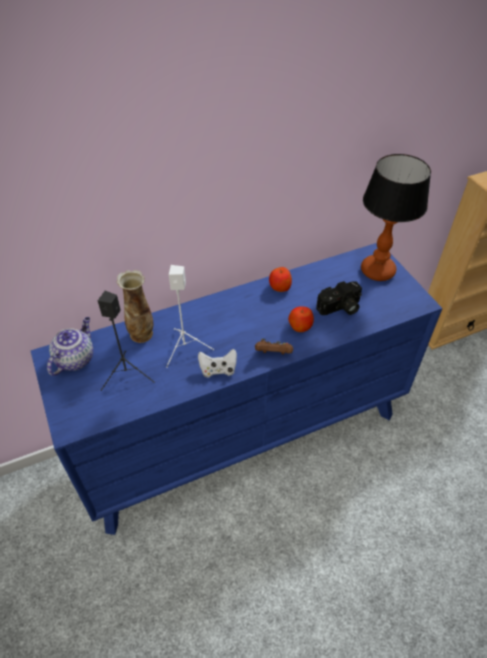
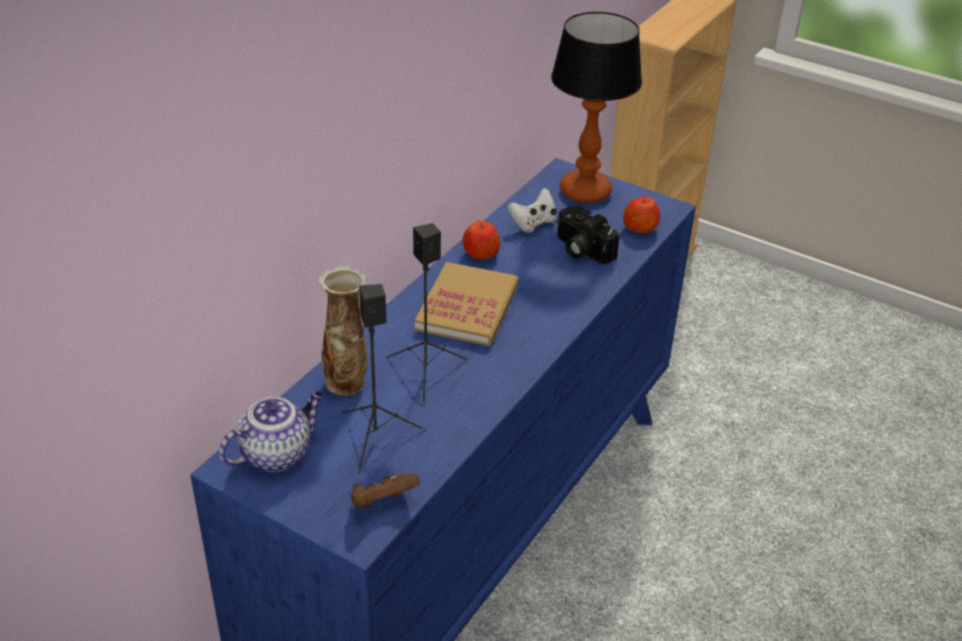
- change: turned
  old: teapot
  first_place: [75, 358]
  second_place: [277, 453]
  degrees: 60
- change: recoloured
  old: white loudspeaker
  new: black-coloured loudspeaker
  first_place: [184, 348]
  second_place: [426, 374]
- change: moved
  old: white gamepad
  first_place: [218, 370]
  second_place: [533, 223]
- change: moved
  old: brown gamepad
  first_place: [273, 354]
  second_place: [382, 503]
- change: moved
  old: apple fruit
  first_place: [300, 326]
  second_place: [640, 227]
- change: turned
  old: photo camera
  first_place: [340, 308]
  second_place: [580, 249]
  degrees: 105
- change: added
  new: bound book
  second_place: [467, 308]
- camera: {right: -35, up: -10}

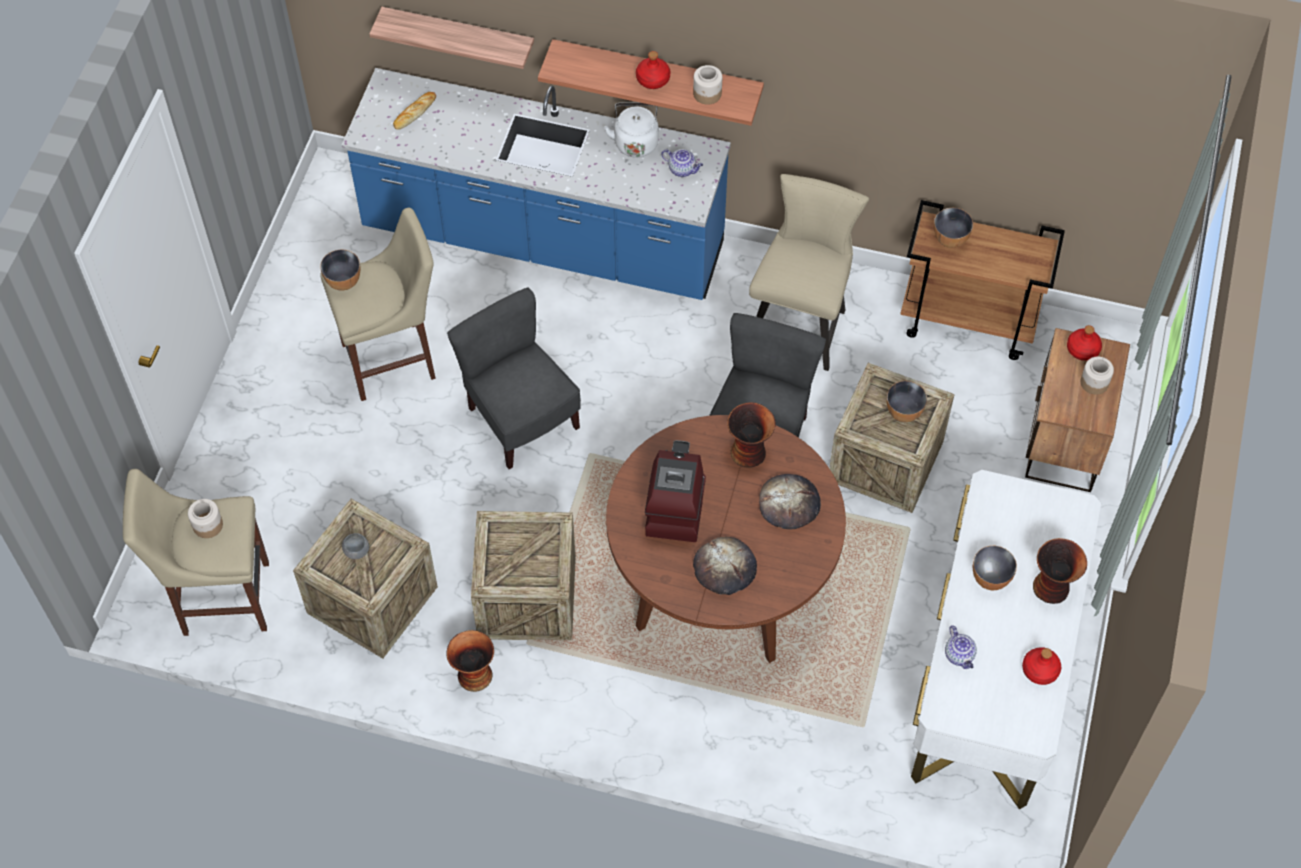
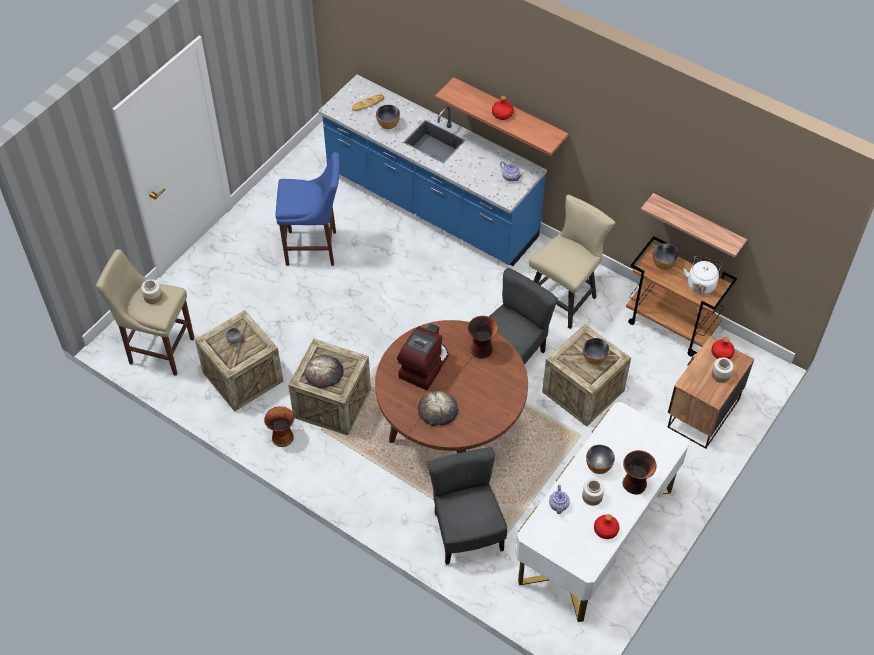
- change: recoloured
  old: beige stool
  new: bluish stool
  first_place: [394, 360]
  second_place: [314, 248]
- change: moved
  old: deep dish
  first_place: [343, 281]
  second_place: [388, 124]
- change: moved
  old: wall shelf
  first_place: [459, 36]
  second_place: [697, 225]
- change: moved
  old: greyish upright chair
  first_place: [521, 419]
  second_place: [467, 532]
- change: moved
  old: white tea kettle
  first_place: [635, 141]
  second_place: [701, 283]
- change: moved
  old: preserve jar
  first_place: [707, 94]
  second_place: [592, 497]
- change: moved
  old: baked bread
  first_place: [789, 503]
  second_place: [324, 373]
- camera: {right: 20, up: -5}

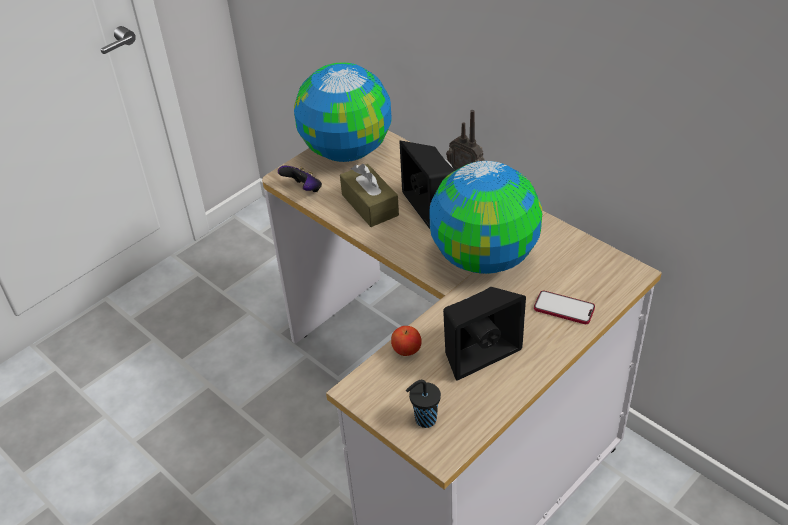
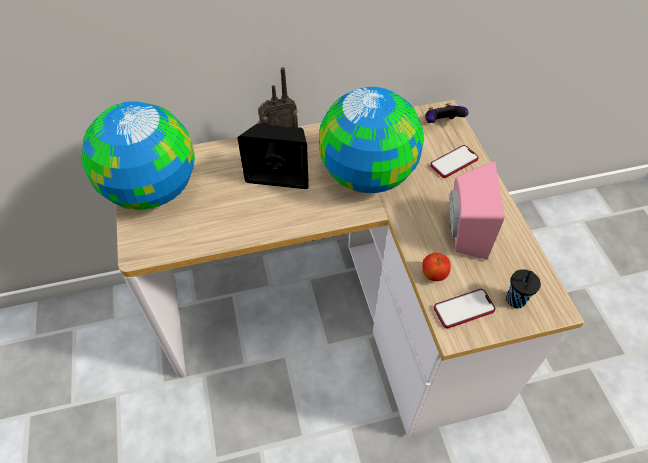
- change: moved
  old: gamepad
  first_place: [303, 190]
  second_place: [441, 124]
- change: removed
  old: brown tissue holder
  first_place: [370, 205]
- change: recoloured
  old: black-coloured loudspeaker
  new: pink loudspeaker
  first_place: [477, 351]
  second_place: [463, 231]
- change: added
  new: phone
  second_place: [463, 309]
- camera: {right: -60, up: 10}

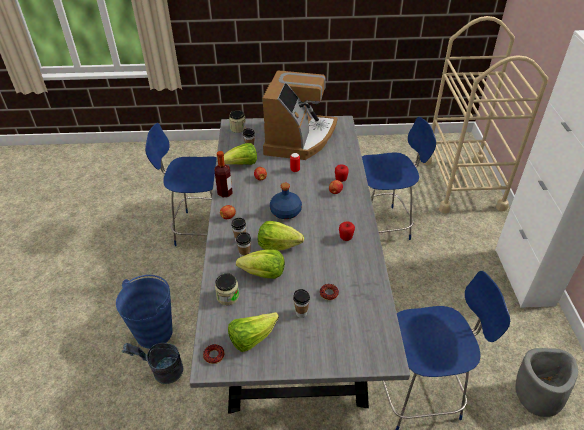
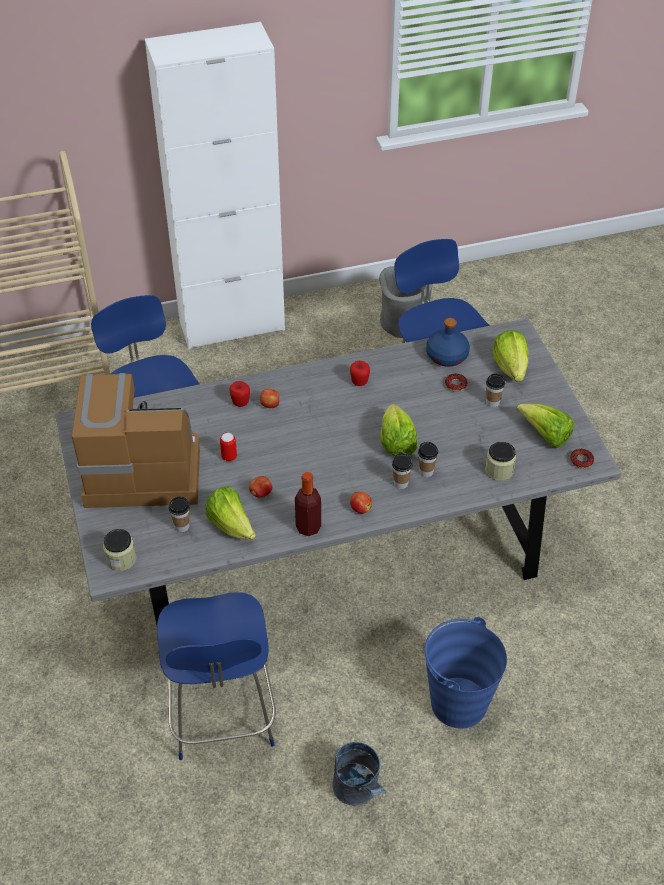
- change: moved
  old: greyish pail
  first_place: [162, 372]
  second_place: [359, 792]
- change: moved
  old: lettuce
  first_place: [263, 274]
  second_place: [511, 367]
- change: moved
  old: bluish beverage bottle
  first_place: [285, 211]
  second_place: [447, 356]
- camera: {right: -105, up: 5}

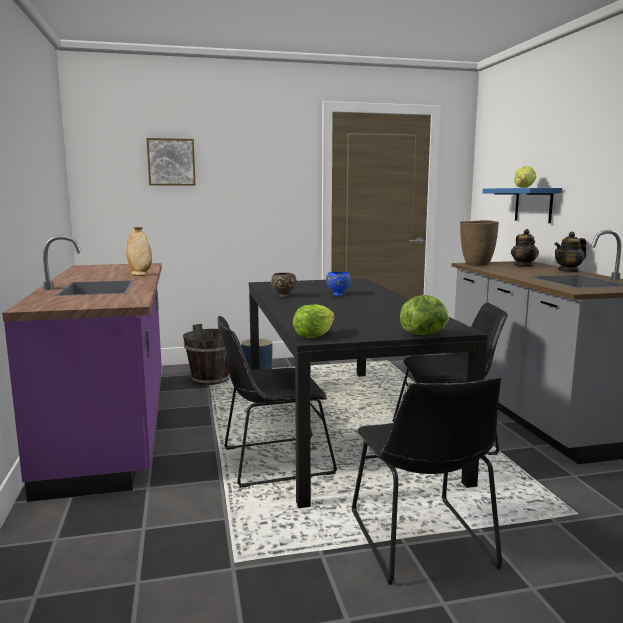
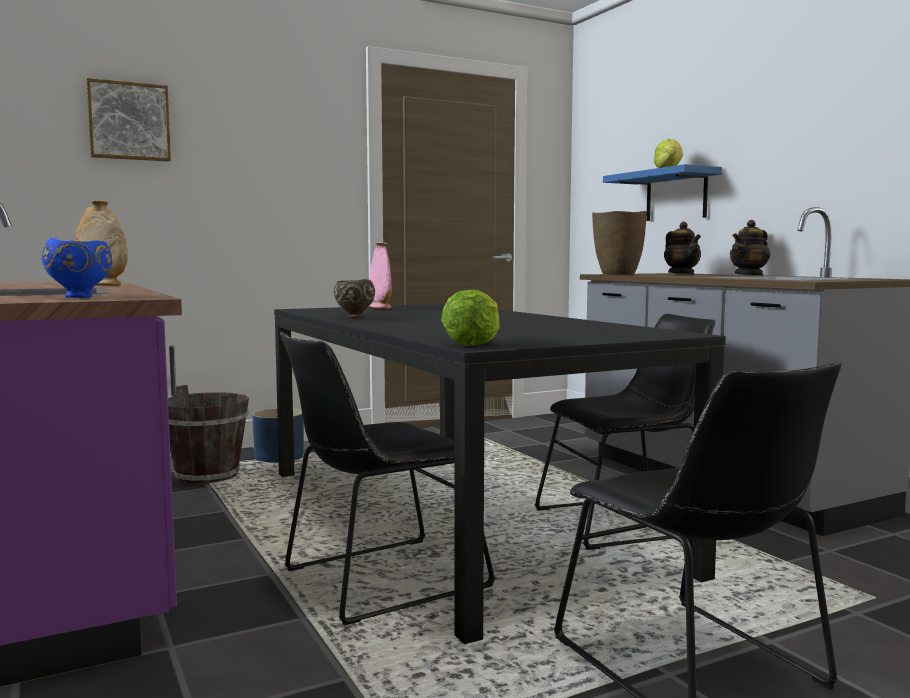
- change: moved
  old: bluish deep dish
  first_place: [338, 294]
  second_place: [80, 297]
- change: removed
  old: lettuce
  first_place: [425, 334]
- change: added
  new: pink decorative vase
  second_place: [380, 308]
- camera: {right: -15, up: -5}

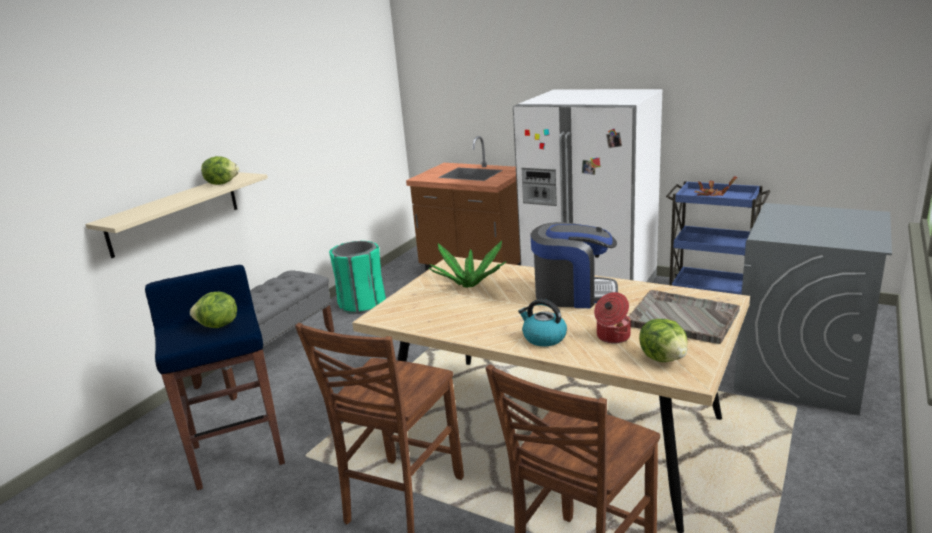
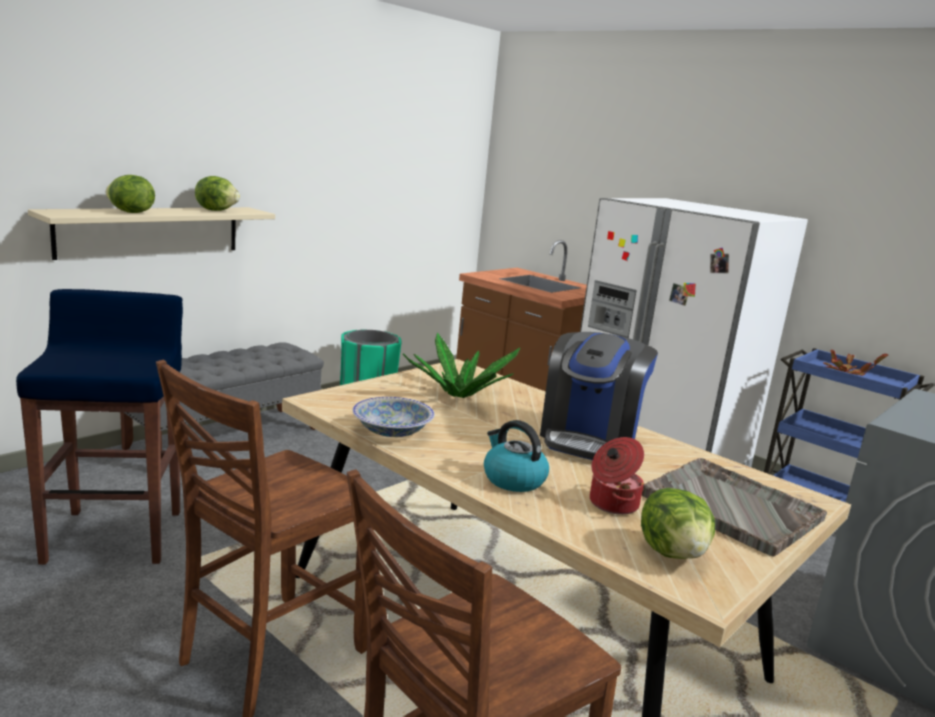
- change: moved
  old: lettuce
  first_place: [218, 326]
  second_place: [130, 212]
- change: turned
  old: coffee brewer
  first_place: [573, 294]
  second_place: [589, 438]
  degrees: 90
- change: added
  new: deep dish
  second_place: [392, 431]
- camera: {right: 10, up: -5}

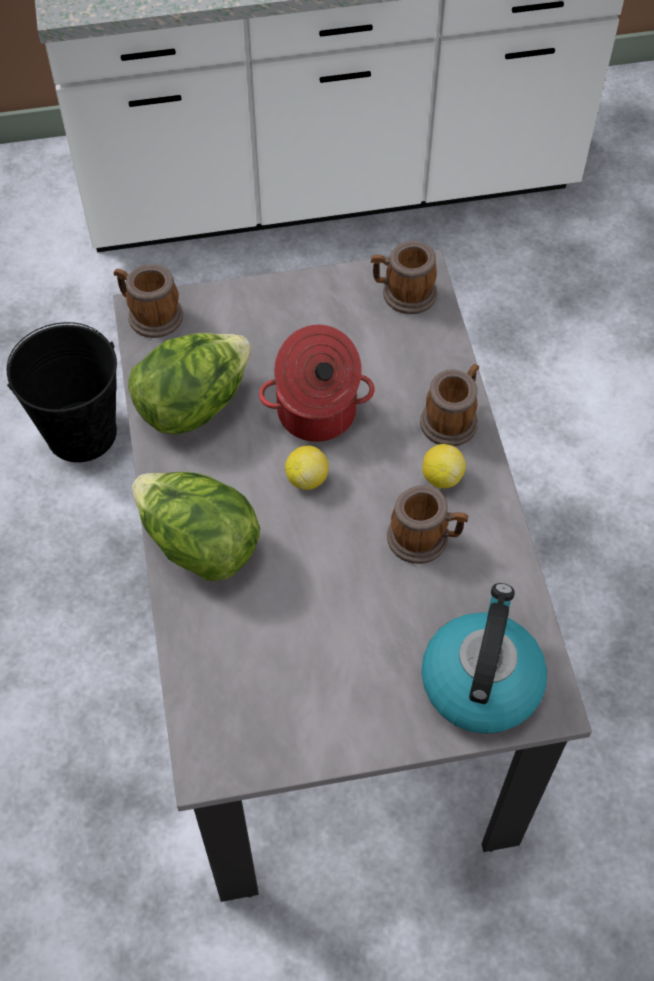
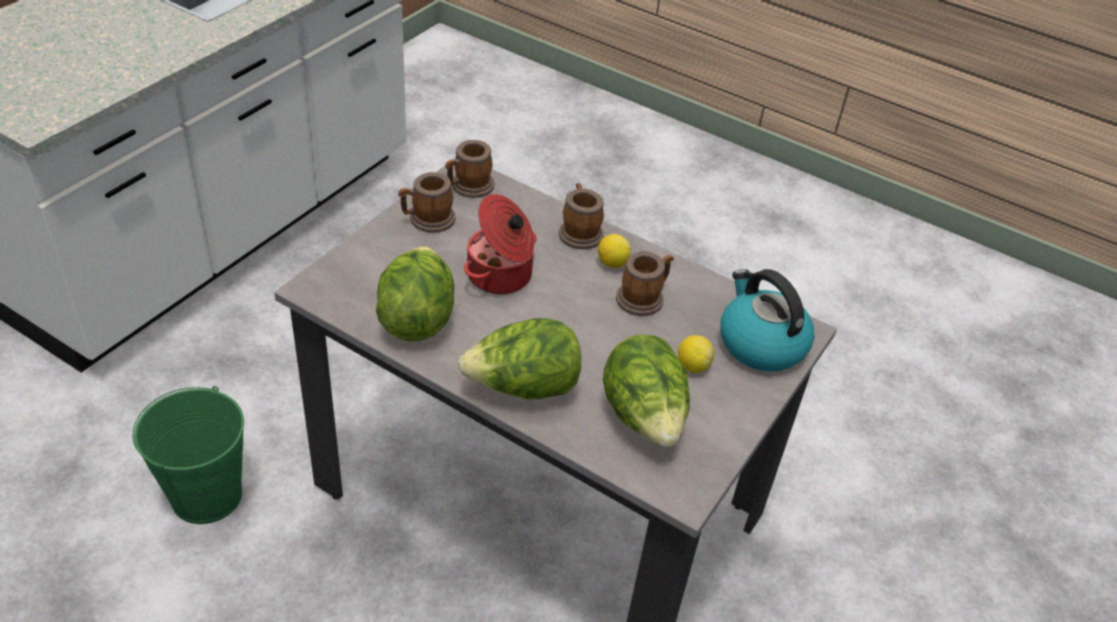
- change: recoloured
  old: black-coloured pail
  new: green pail
  first_place: [82, 433]
  second_place: [207, 495]
- change: moved
  old: coffee mug
  first_place: [150, 315]
  second_place: [427, 220]
- change: moved
  old: citrus fruit
  first_place: [307, 478]
  second_place: [692, 366]
- change: added
  new: lettuce
  second_place: [644, 417]
- camera: {right: -50, up: -15}

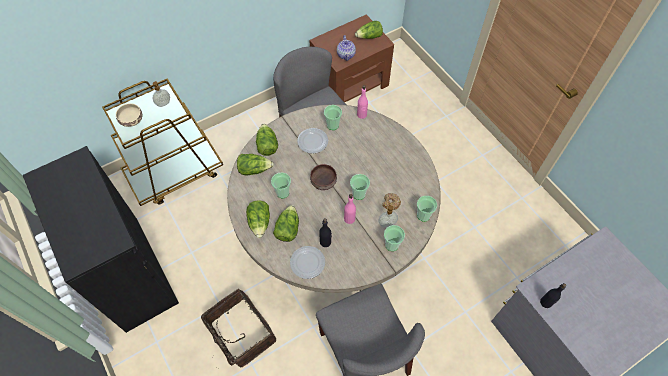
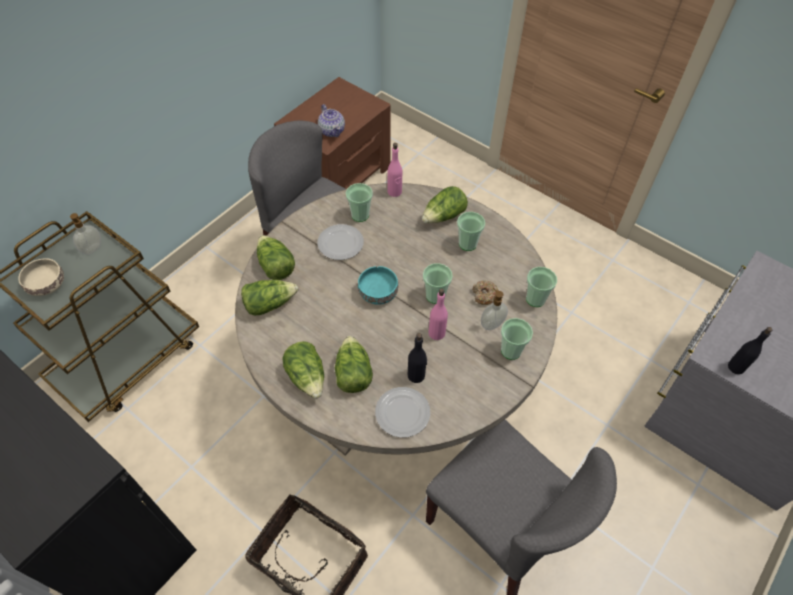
- change: moved
  old: cup
  first_place: [282, 192]
  second_place: [467, 244]
- change: recoloured
  old: brown deep dish
  new: blue-green deep dish
  first_place: [323, 181]
  second_place: [377, 293]
- change: moved
  old: lettuce
  first_place: [369, 37]
  second_place: [444, 216]
- camera: {right: -20, up: -5}

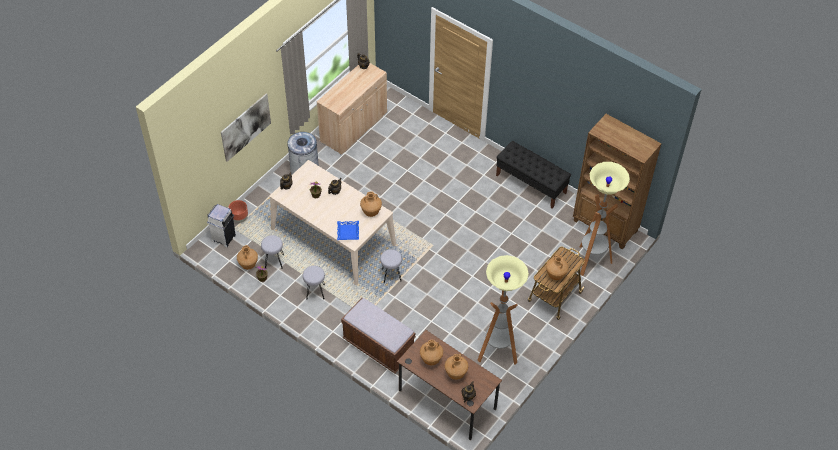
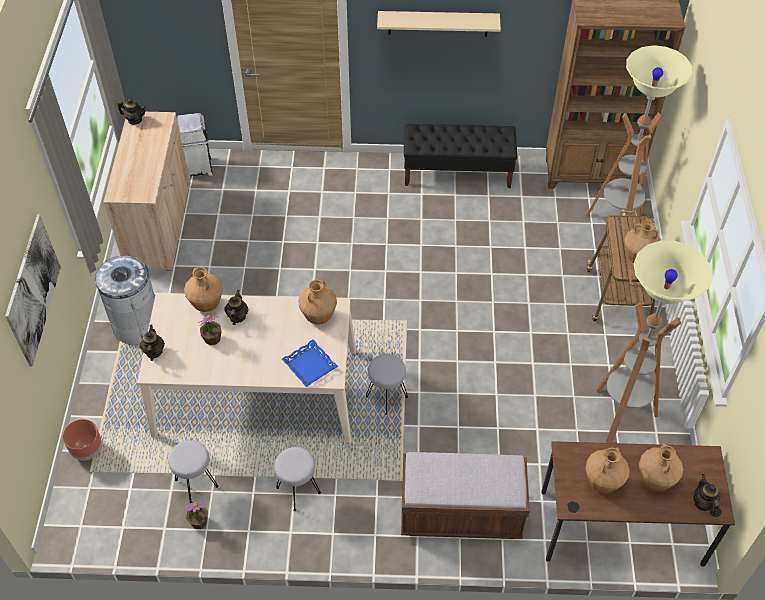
- change: moved
  old: white waste bin
  first_place: [224, 237]
  second_place: [198, 167]
- change: moved
  old: brown decorative vase
  first_place: [248, 265]
  second_place: [206, 304]
- change: added
  new: beige wall shelf
  second_place: [438, 23]
- camera: {right: -35, up: 0}

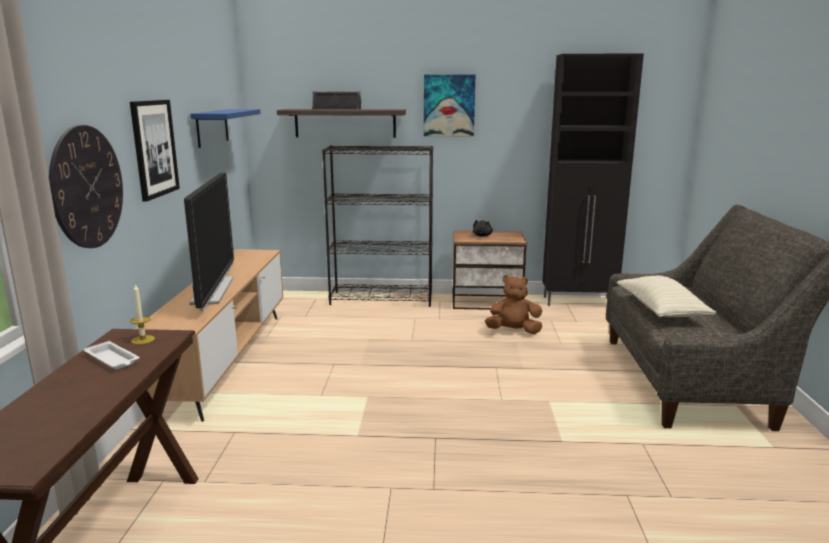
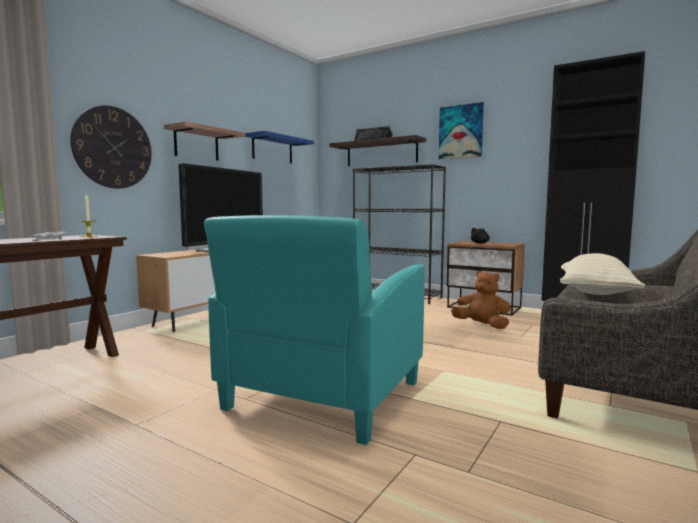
- change: replaced
  old: picture
  new: wall shelf
  first_place: [154, 148]
  second_place: [196, 144]
- change: added
  new: blue-green lounge chair
  second_place: [323, 396]
- camera: {right: 30, up: -10}

